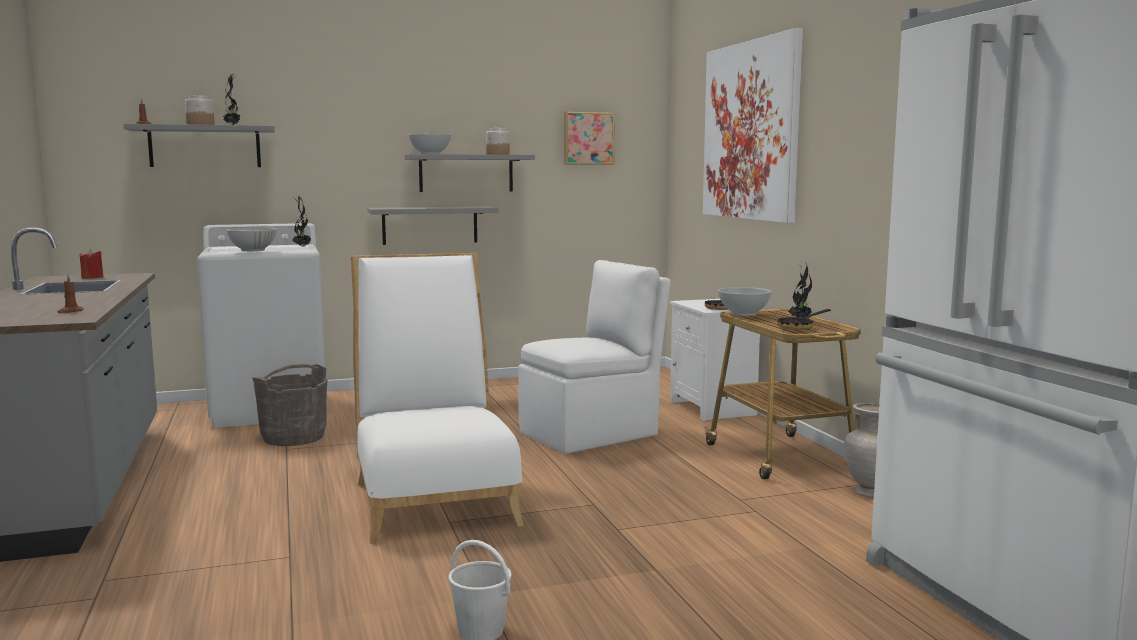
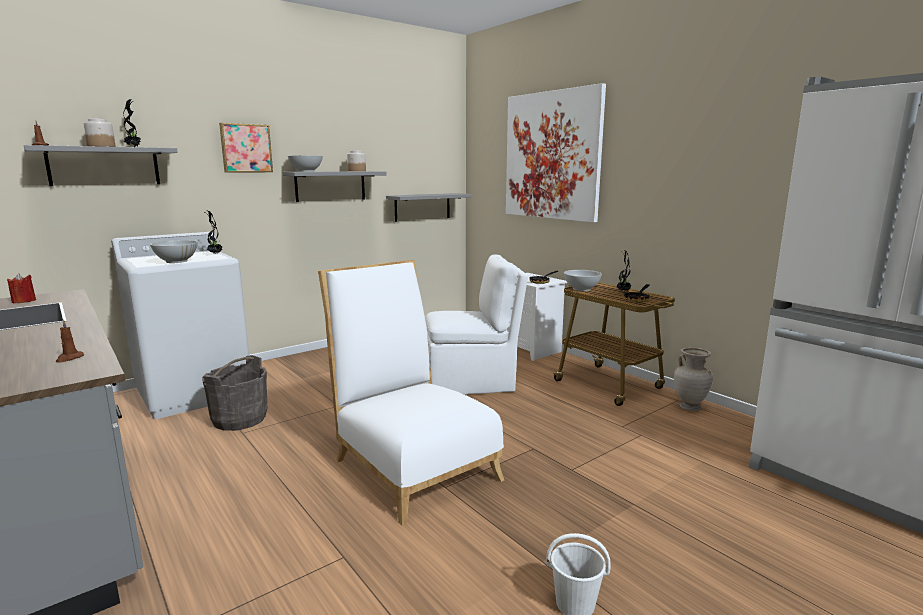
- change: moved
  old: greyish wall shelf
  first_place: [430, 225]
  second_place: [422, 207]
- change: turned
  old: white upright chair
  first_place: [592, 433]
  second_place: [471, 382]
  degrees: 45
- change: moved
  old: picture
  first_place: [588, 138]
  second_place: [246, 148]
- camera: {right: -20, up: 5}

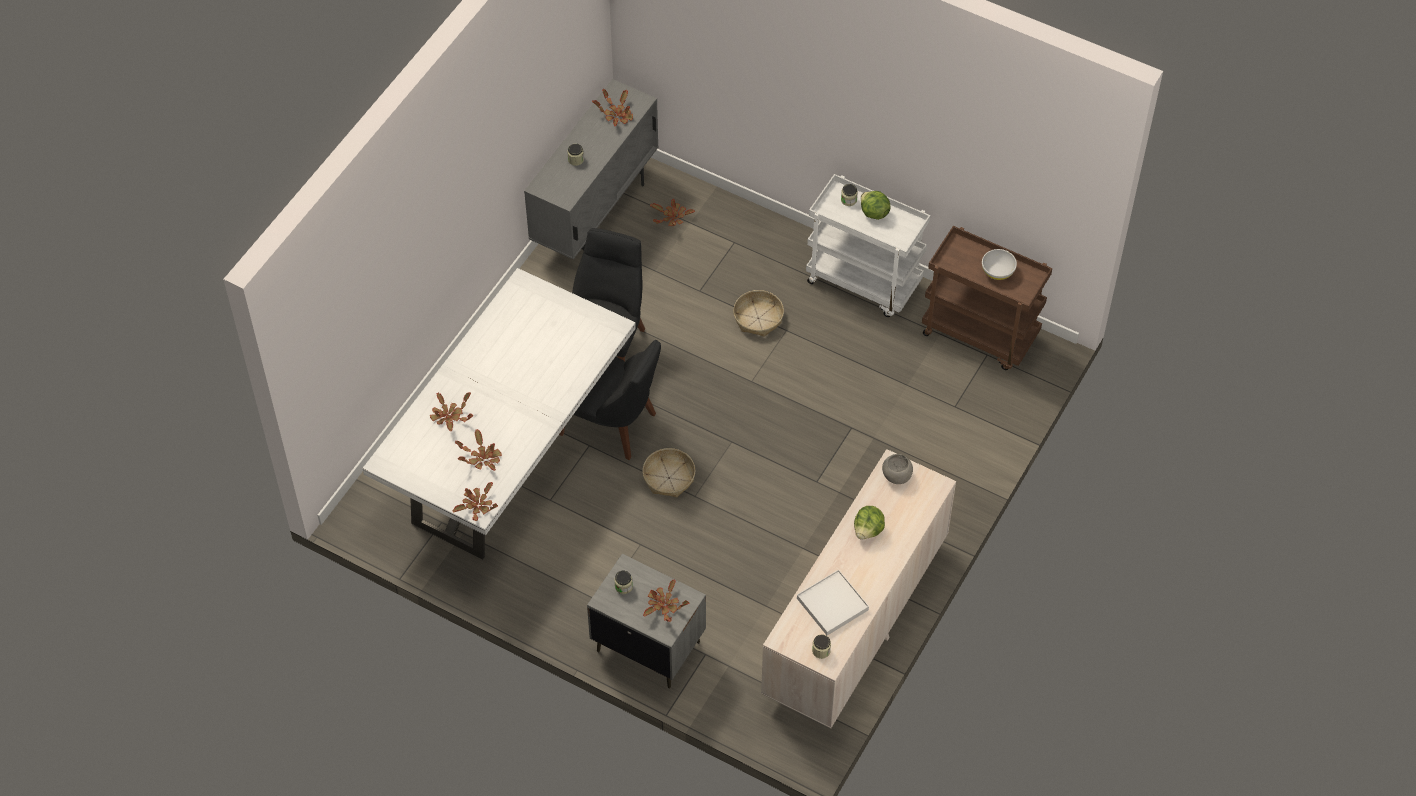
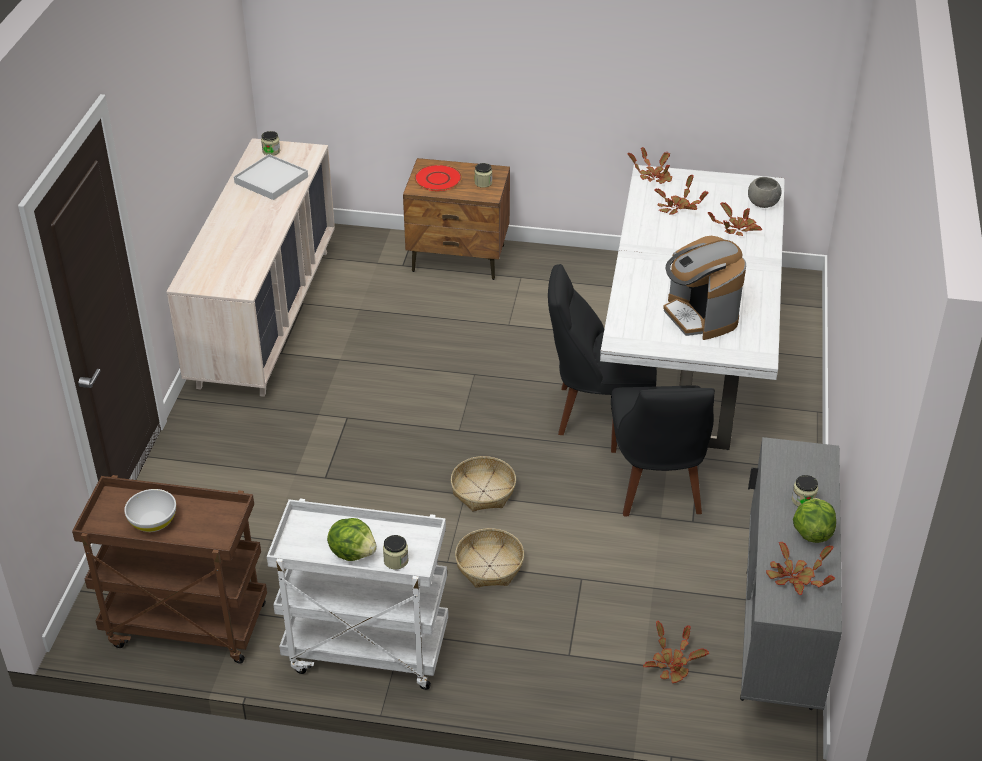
- change: recoloured
  old: greyish night table
  new: brown night table
  first_place: [648, 646]
  second_place: [459, 259]
- change: moved
  old: storage basket
  first_place: [668, 477]
  second_place: [483, 491]
- change: replaced
  old: houseplant
  new: red flat dish
  first_place: [664, 605]
  second_place: [438, 179]
- change: moved
  old: lettuce
  first_place: [868, 530]
  second_place: [812, 533]
- change: moved
  old: greyish deep dish
  first_place: [896, 476]
  second_place: [763, 203]
- change: added
  new: coffee brewer
  second_place: [700, 316]
- camera: {right: 160, up: -15}

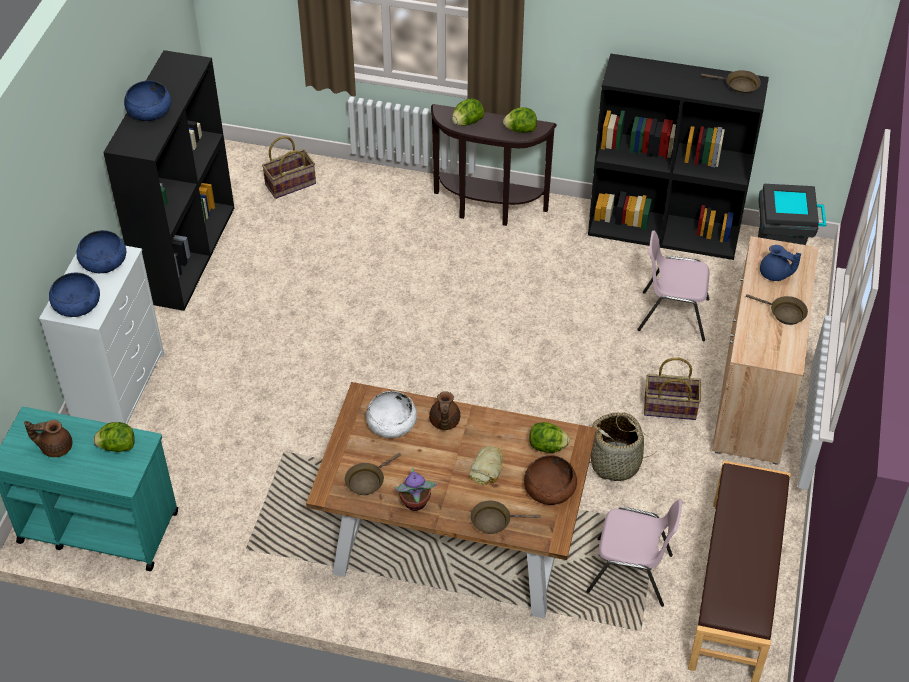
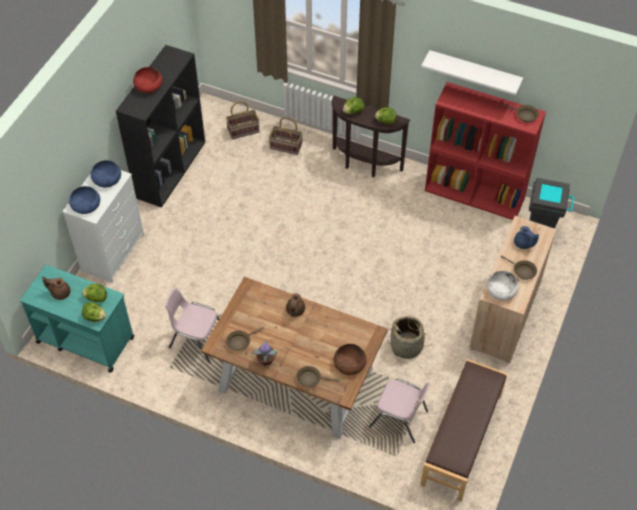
- change: recoloured
  old: bluish deep dish
  new: red deep dish
  first_place: [149, 110]
  second_place: [148, 86]
- change: moved
  old: white deep dish
  first_place: [391, 423]
  second_place: [501, 290]
- change: removed
  old: baked bread
  first_place: [487, 468]
- change: moved
  old: lettuce
  first_place: [547, 447]
  second_place: [95, 317]
- change: recoloured
  old: black-coloured bookcase
  new: red bookcase
  first_place: [664, 230]
  second_place: [475, 194]
- change: moved
  old: pink upright chair
  first_place: [672, 315]
  second_place: [196, 339]
- change: moved
  old: storage basket
  first_place: [669, 408]
  second_place: [285, 146]
- change: added
  new: white wall shelf
  second_place: [474, 72]
- camera: {right: 10, up: 5}

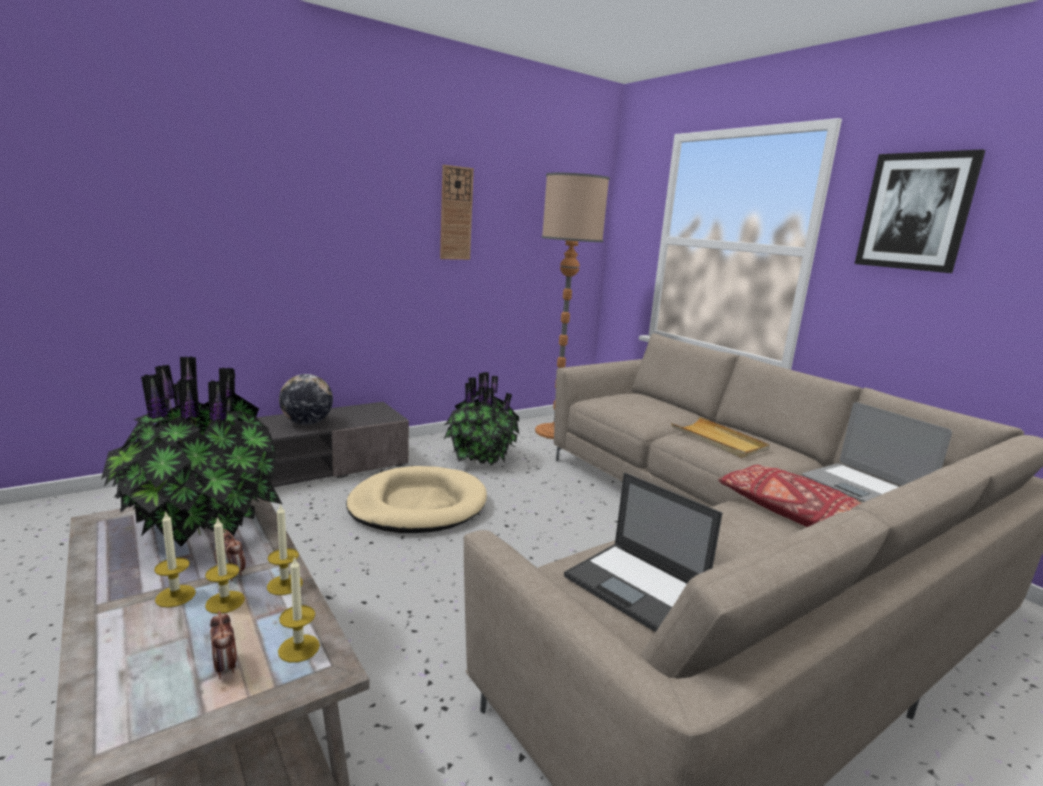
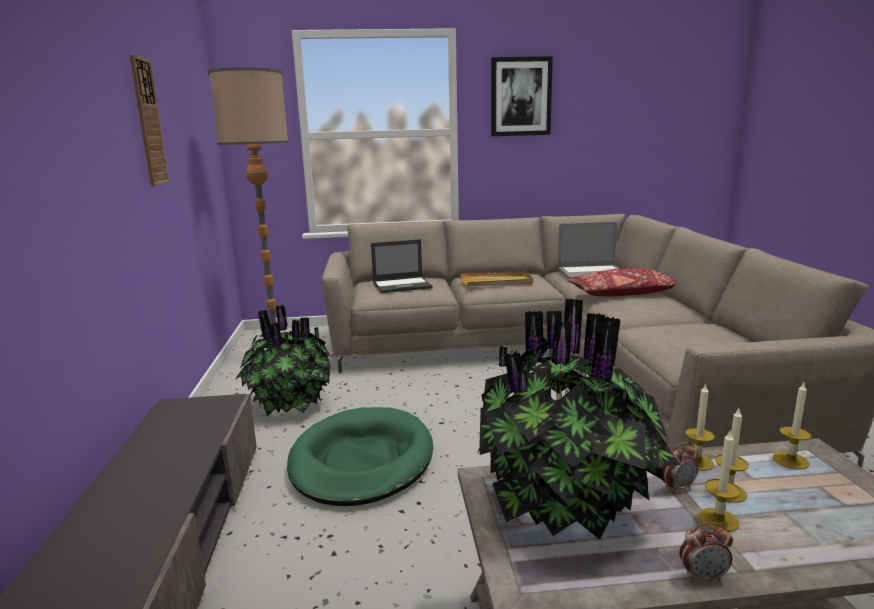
- change: moved
  old: bedside clock
  first_place: [225, 668]
  second_place: [703, 577]
- change: removed
  old: desk globe
  first_place: [307, 423]
- change: recoloured
  old: beige dog bed
  new: green dog bed
  first_place: [418, 505]
  second_place: [361, 461]
- change: moved
  old: portable computer
  first_place: [637, 586]
  second_place: [402, 285]
- camera: {right: -60, up: 0}

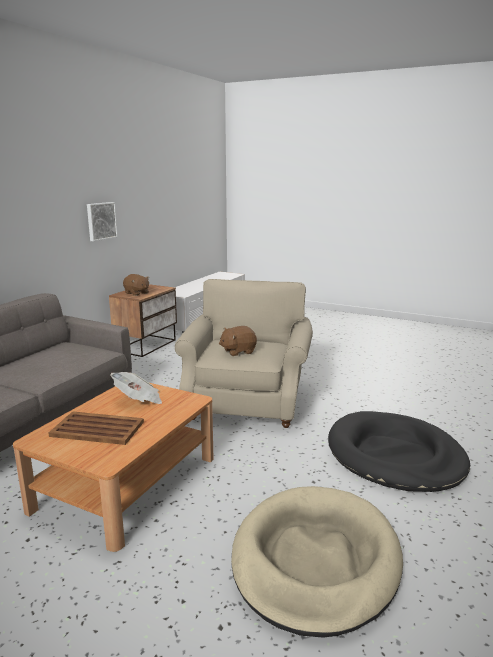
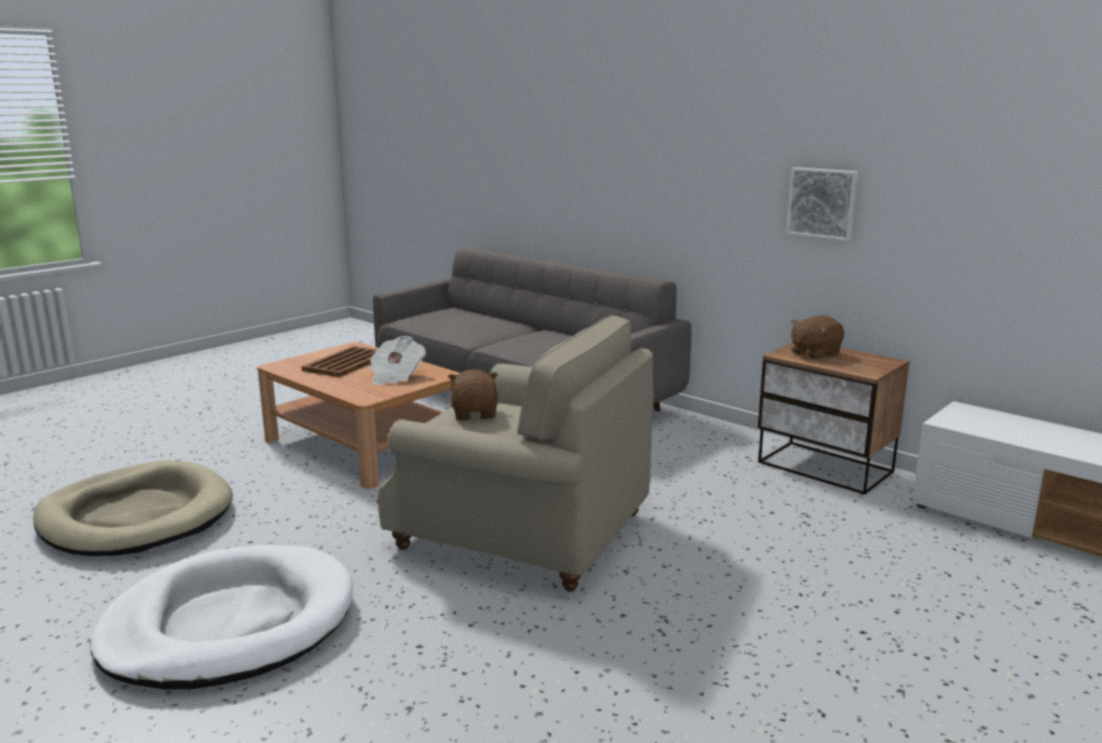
- change: recoloured
  old: black-coloured dog bed
  new: white dog bed
  first_place: [395, 456]
  second_place: [229, 624]
- camera: {right: 105, up: 0}

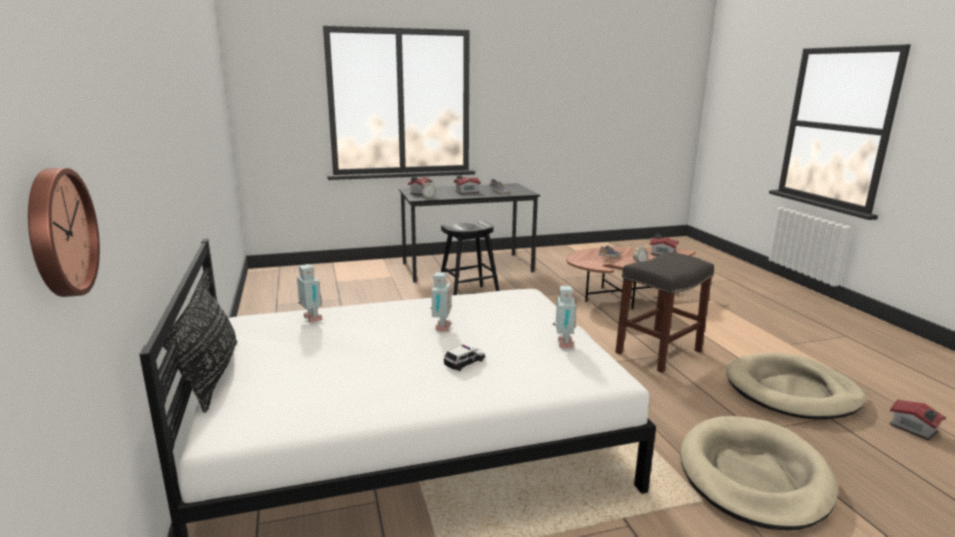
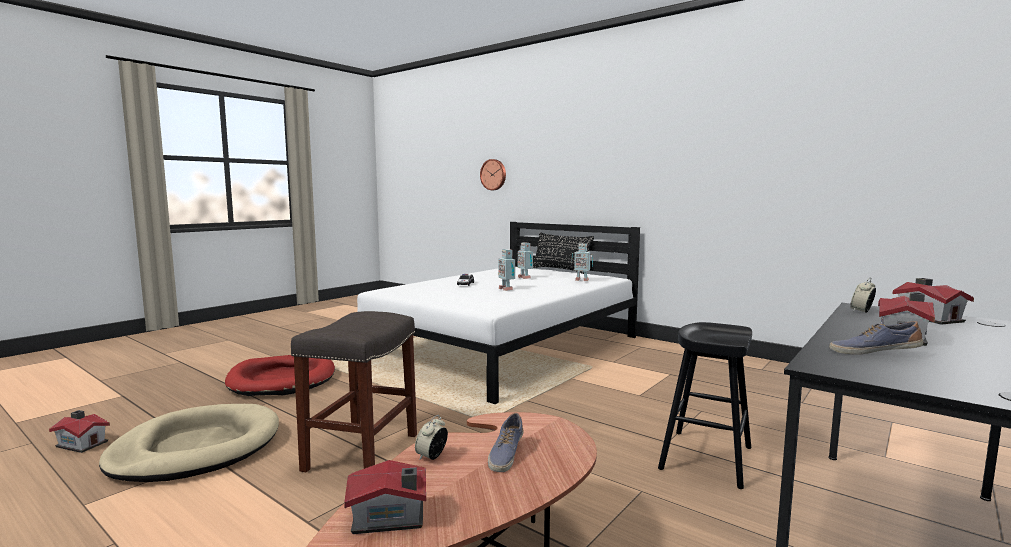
- change: moved
  old: toy robot
  first_place: [563, 344]
  second_place: [525, 277]
- change: recoloured
  old: beige dog bed
  new: red dog bed
  first_place: [753, 476]
  second_place: [282, 379]
- camera: {right: 145, up: -10}

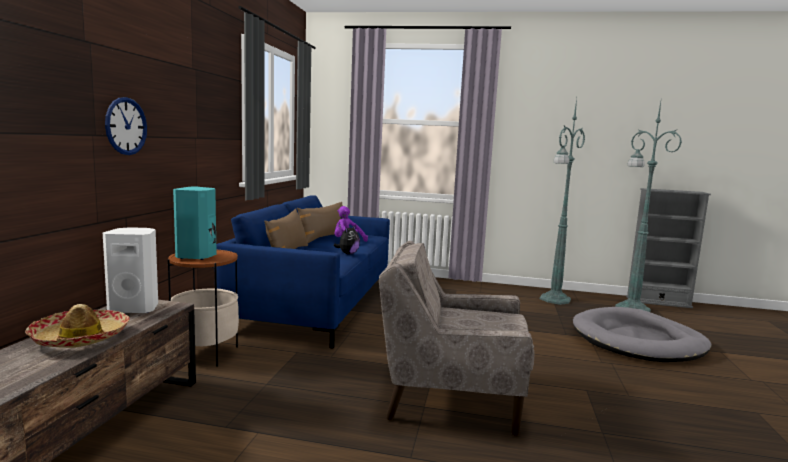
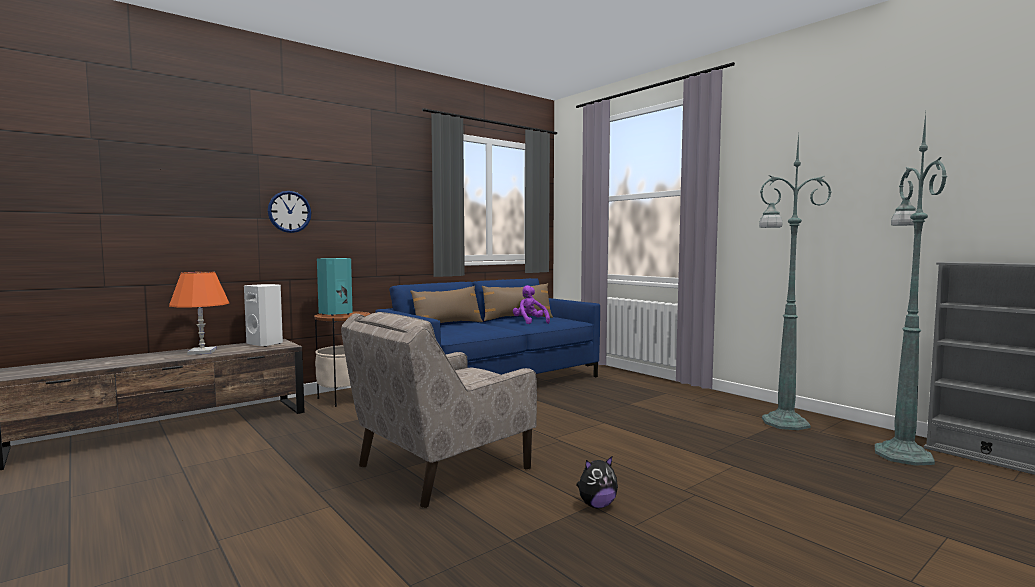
- change: replaced
  old: hat
  new: orange lamp for a table
  first_place: [80, 337]
  second_place: [202, 352]
- change: moved
  old: soft toy
  first_place: [348, 254]
  second_place: [596, 505]
- change: turned
  old: beige lounge chair
  first_place: [450, 396]
  second_place: [442, 468]
  degrees: -90
- change: removed
  old: greyish dog bed
  first_place: [638, 340]
- camera: {right: 40, up: -5}

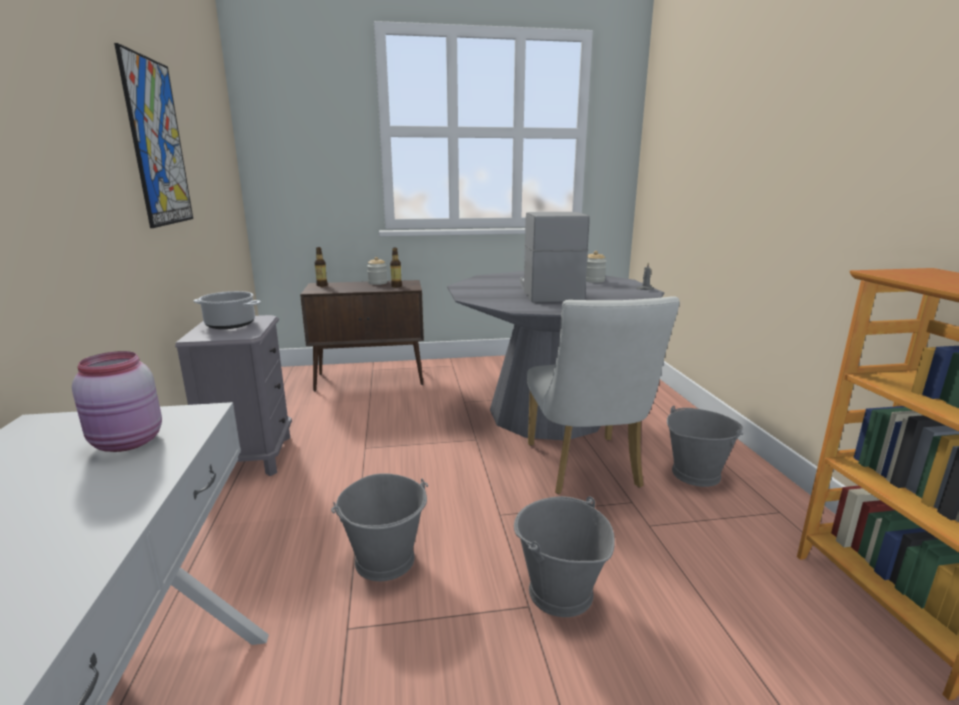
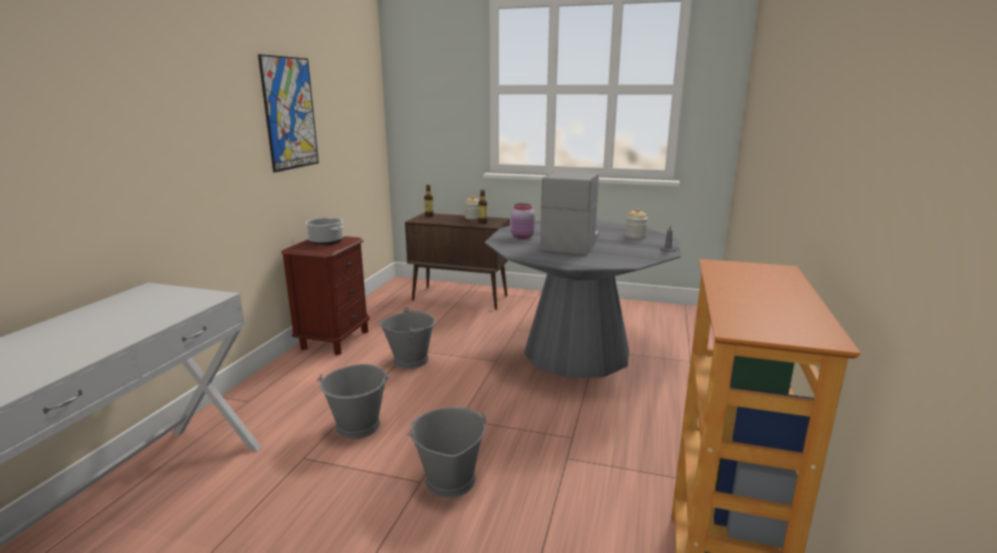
- change: moved
  old: pink preserve jar
  first_place: [128, 442]
  second_place: [522, 236]
- change: recoloured
  old: greyish night table
  new: brown night table
  first_place: [252, 456]
  second_place: [335, 339]
- change: removed
  old: white upright chair
  first_place: [586, 469]
- change: moved
  old: greyish pail
  first_place: [695, 473]
  second_place: [411, 360]
- camera: {right: 25, up: 0}

